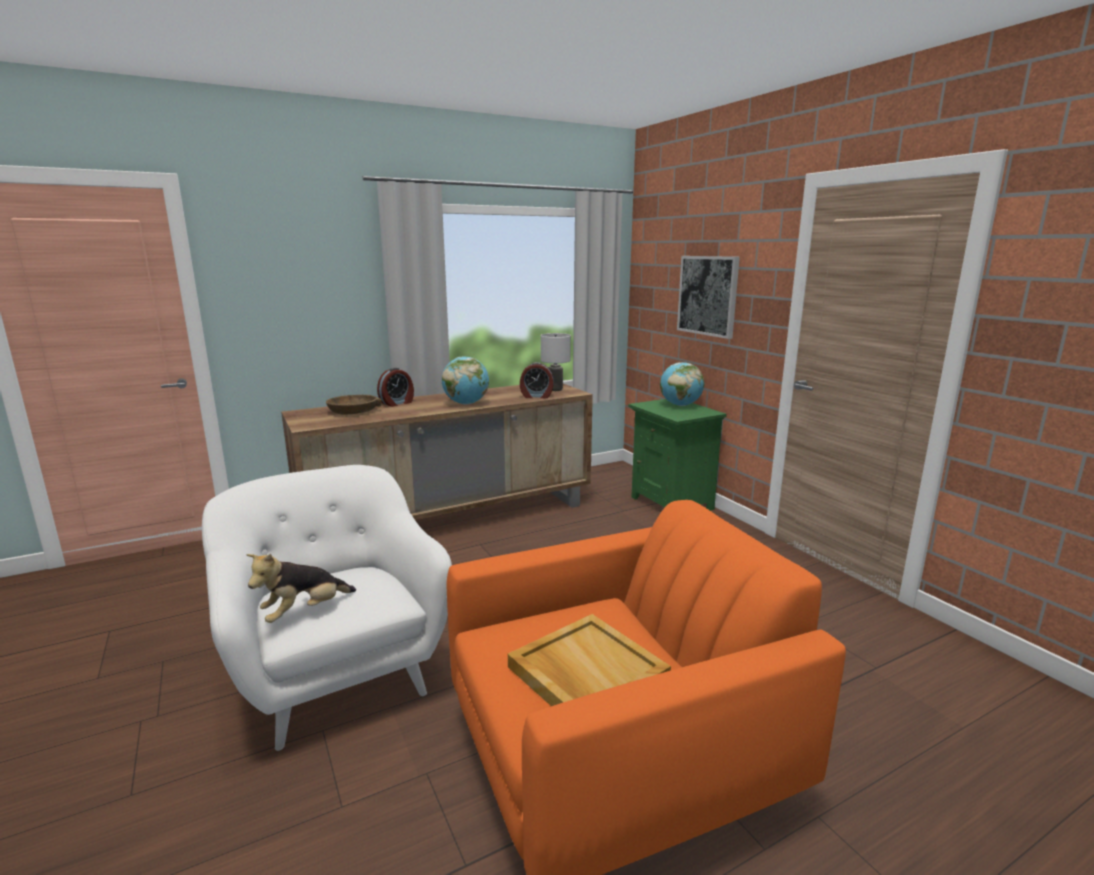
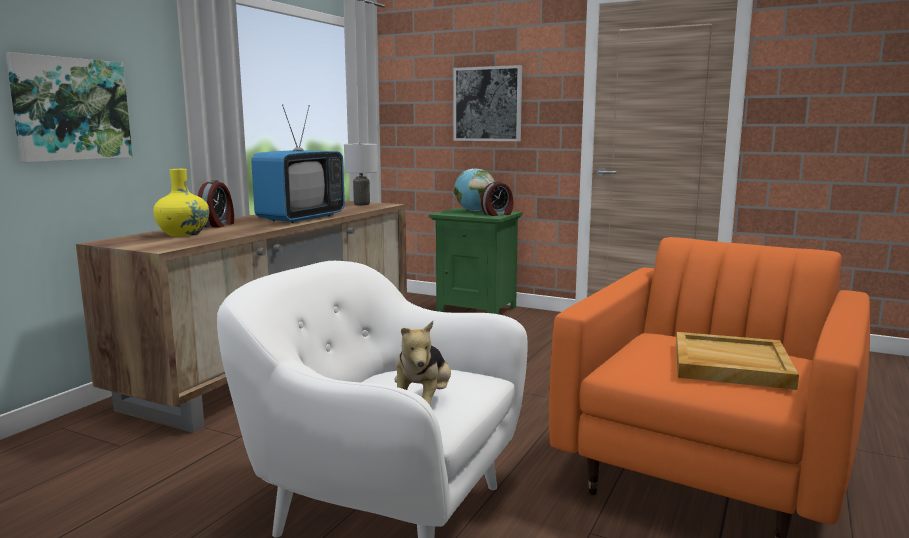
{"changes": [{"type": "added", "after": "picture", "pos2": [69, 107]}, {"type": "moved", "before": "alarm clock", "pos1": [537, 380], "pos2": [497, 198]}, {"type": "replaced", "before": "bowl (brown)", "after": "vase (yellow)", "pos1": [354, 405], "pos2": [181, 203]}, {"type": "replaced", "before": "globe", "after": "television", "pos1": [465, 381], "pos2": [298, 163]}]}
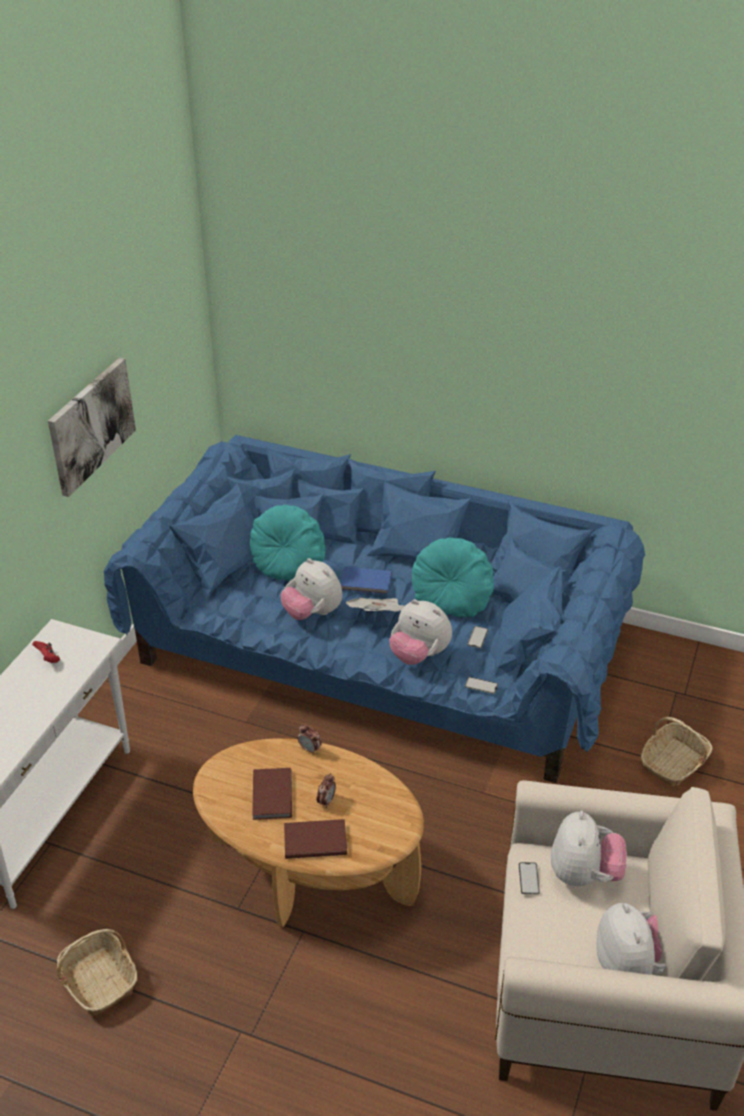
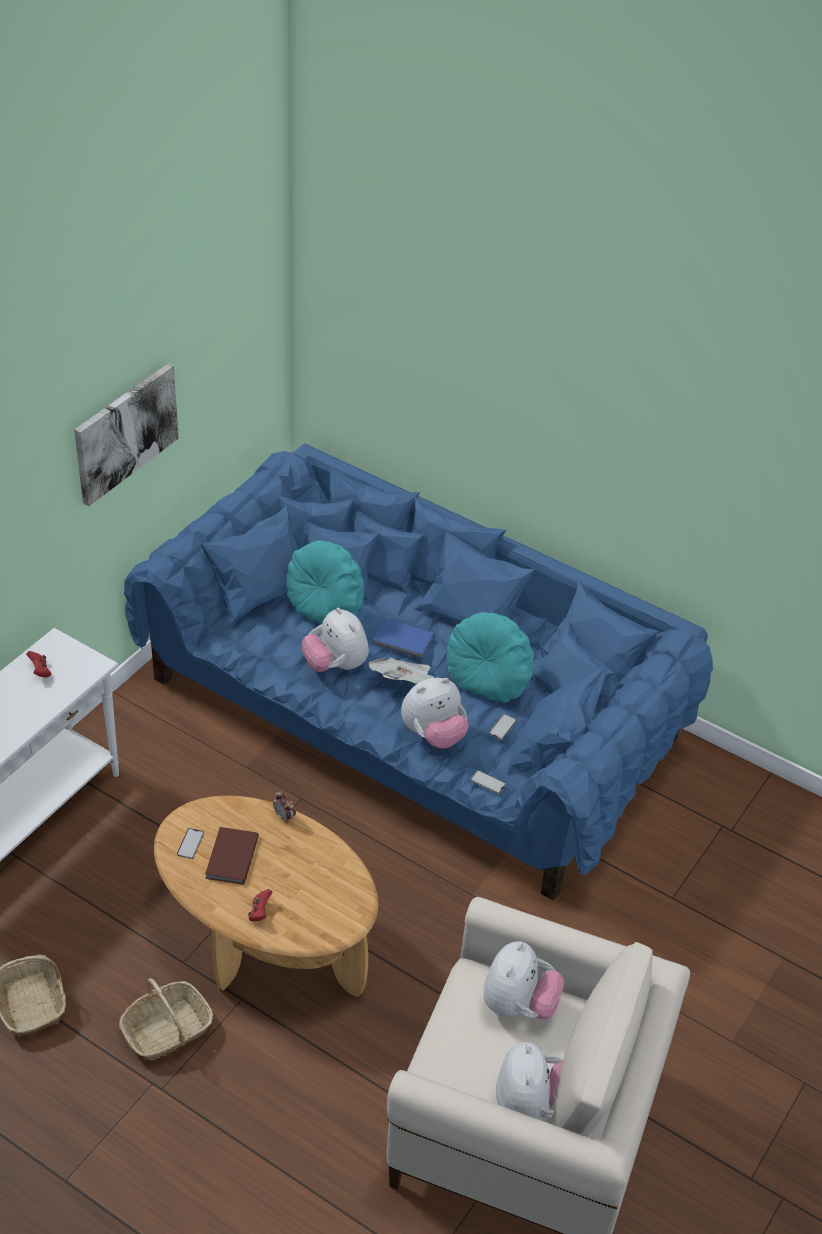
{"changes": [{"type": "removed", "before": "alarm clock", "pos1": [326, 790]}, {"type": "moved", "before": "phone", "pos1": [529, 878], "pos2": [190, 843]}, {"type": "moved", "before": "basket", "pos1": [677, 751], "pos2": [166, 1019]}, {"type": "replaced", "before": "book (brown)", "after": "game controller (red)", "pos1": [315, 839], "pos2": [260, 905]}, {"type": "turned", "before": "plush toy", "pos1": [420, 632], "pos2": [434, 713], "turn": -75}]}
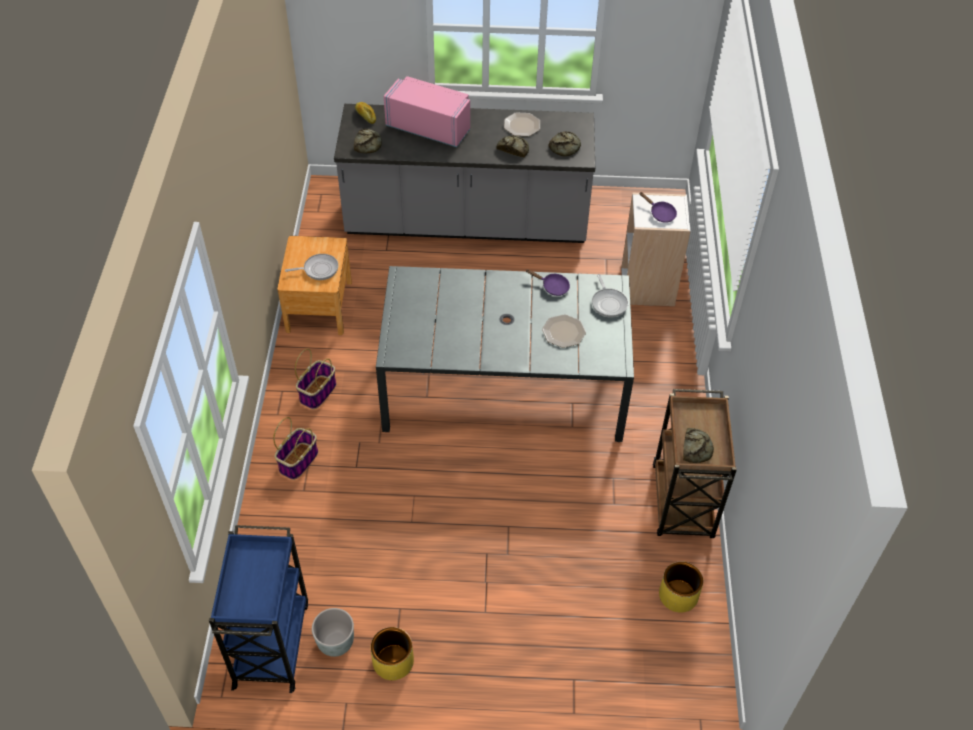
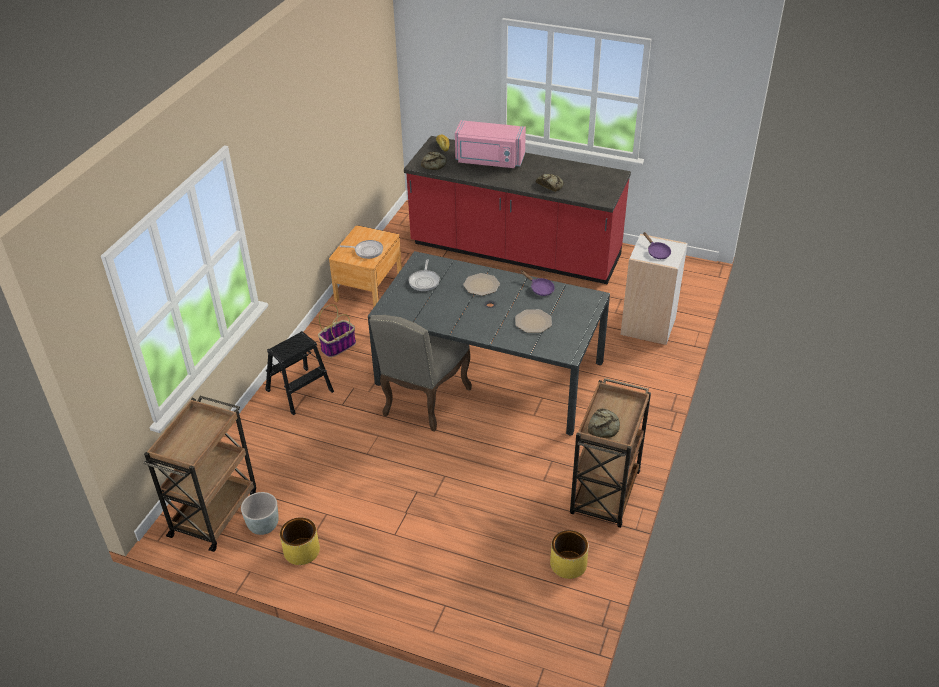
{"changes": [{"type": "removed", "before": "bread", "pos1": [564, 143]}, {"type": "added", "after": "chair (grey)", "pos2": [420, 373]}, {"type": "moved", "before": "plate", "pos1": [522, 124], "pos2": [481, 284]}, {"type": "moved", "before": "frying pan", "pos1": [610, 295], "pos2": [424, 275]}, {"type": "replaced", "before": "basket", "after": "step ladder (black)", "pos1": [295, 448], "pos2": [299, 373]}, {"type": "recoloured", "before": "cart (blue)", "after": "cart (brown)", "pos1": [258, 609], "pos2": [199, 474]}, {"type": "recoloured", "before": "counter (grey)", "after": "counter (red)", "pos1": [464, 173], "pos2": [517, 210]}, {"type": "turned", "before": "microwave (pink)", "pos1": [427, 111], "pos2": [490, 144], "turn": 150}]}
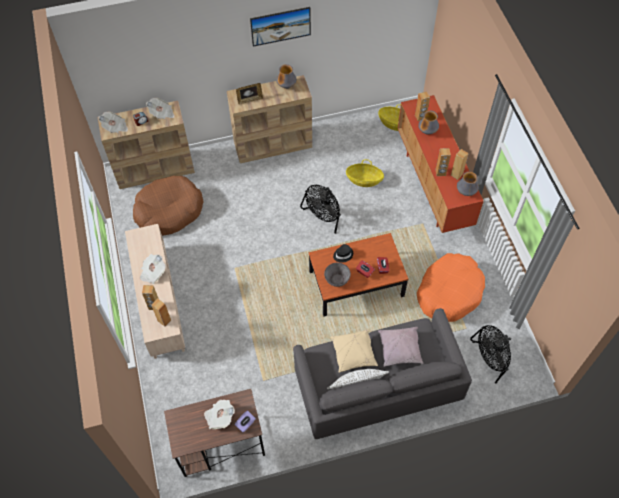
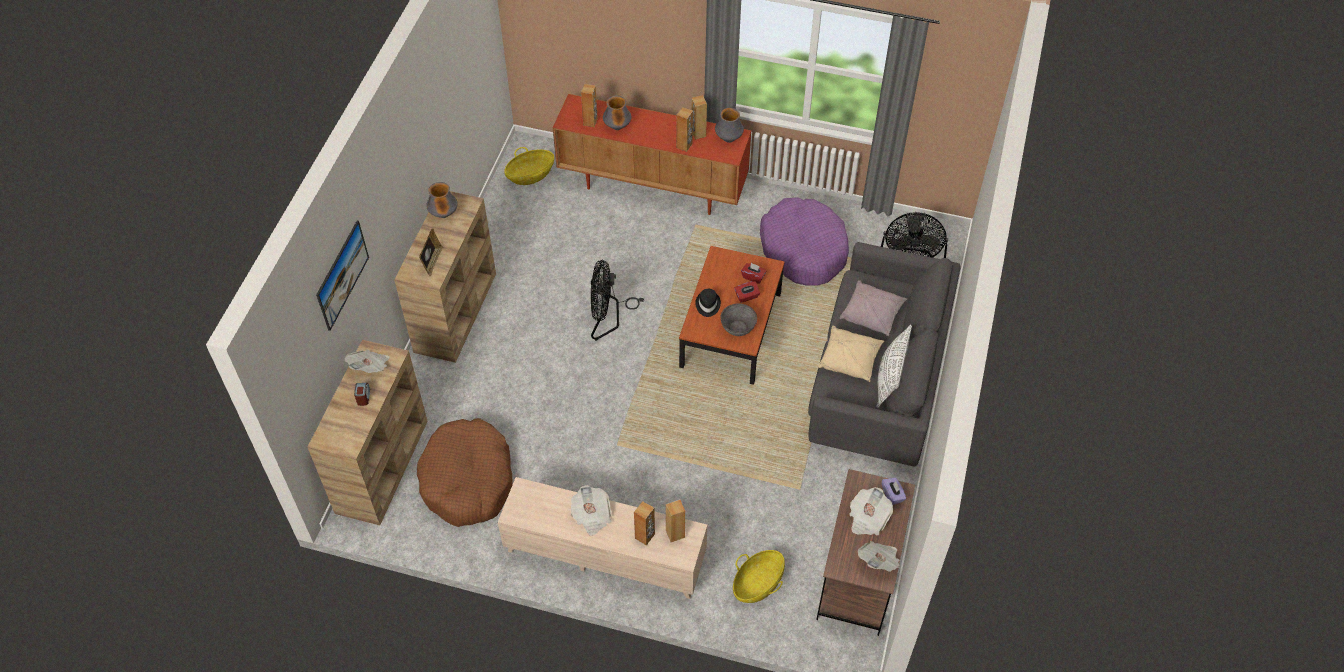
{"changes": [{"type": "moved", "before": "newspaper", "pos1": [113, 122], "pos2": [879, 556]}, {"type": "moved", "before": "picture", "pos1": [280, 27], "pos2": [342, 276]}, {"type": "moved", "before": "basket", "pos1": [365, 173], "pos2": [759, 576]}, {"type": "recoloured", "before": "dog bed (orange)", "after": "dog bed (purple)", "pos1": [451, 287], "pos2": [804, 241]}, {"type": "turned", "before": "fan (black)", "pos1": [320, 209], "pos2": [618, 300], "turn": 105}]}
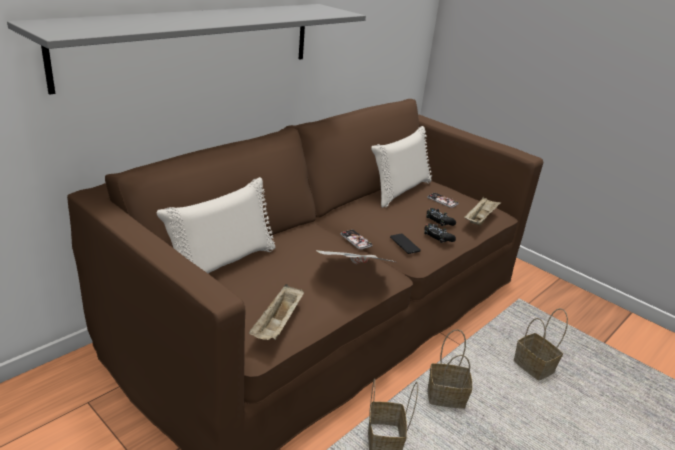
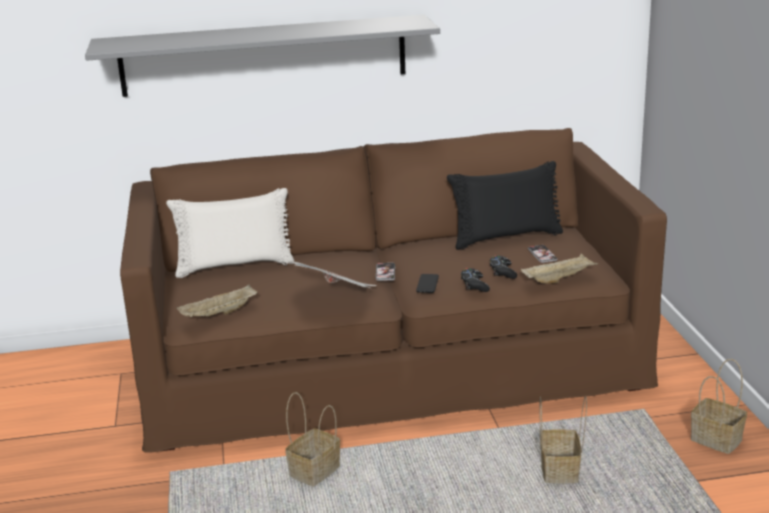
{"changes": [{"type": "moved", "before": "basket", "pos1": [450, 369], "pos2": [719, 406]}, {"type": "recoloured", "before": "pillow (white)", "after": "pillow (black)", "pos1": [401, 167], "pos2": [505, 205]}]}
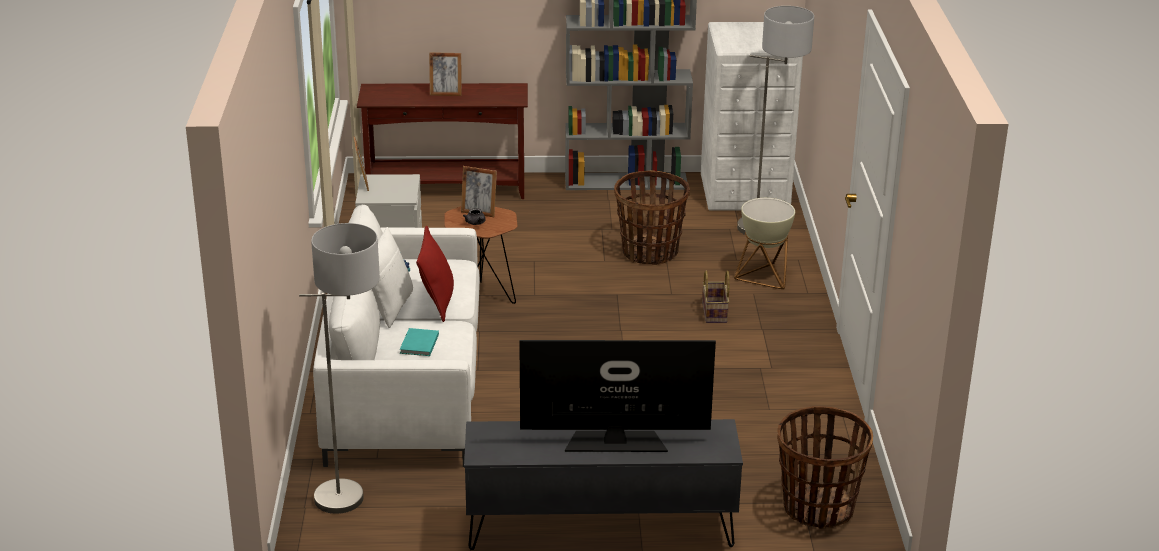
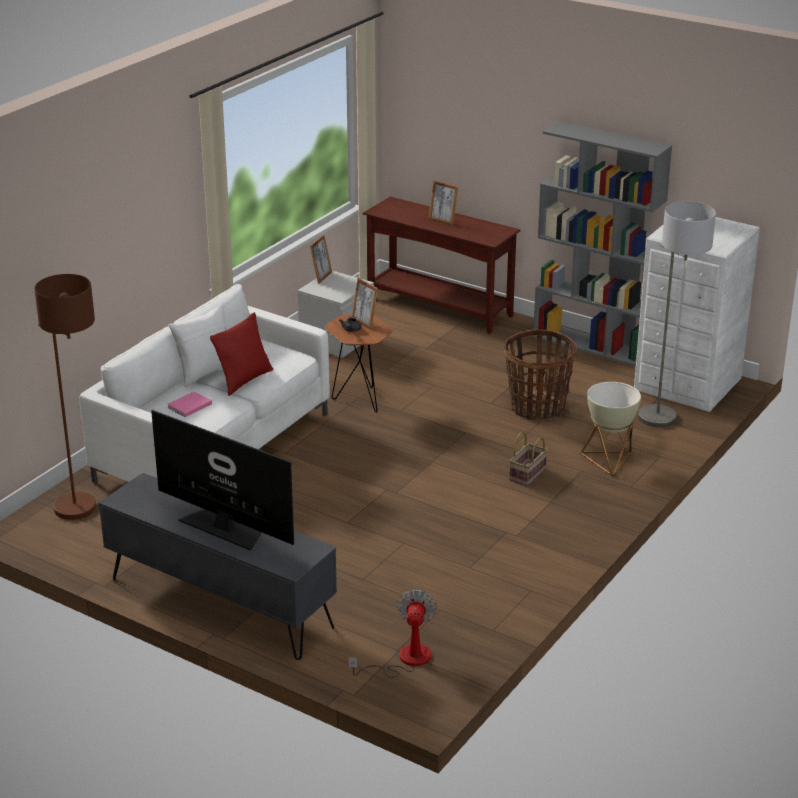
{"changes": [{"type": "replaced", "before": "basket", "after": "fan", "pos1": [825, 467], "pos2": [392, 633]}, {"type": "recoloured", "before": "floor lamp (grey)", "after": "floor lamp (brown)", "pos1": [339, 368], "pos2": [65, 397]}, {"type": "recoloured", "before": "book (turquoise)", "after": "book (pink)", "pos1": [419, 342], "pos2": [189, 404]}]}
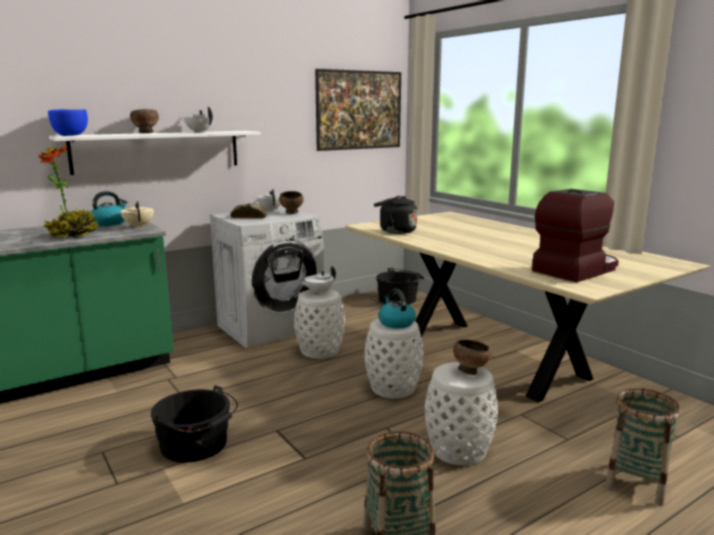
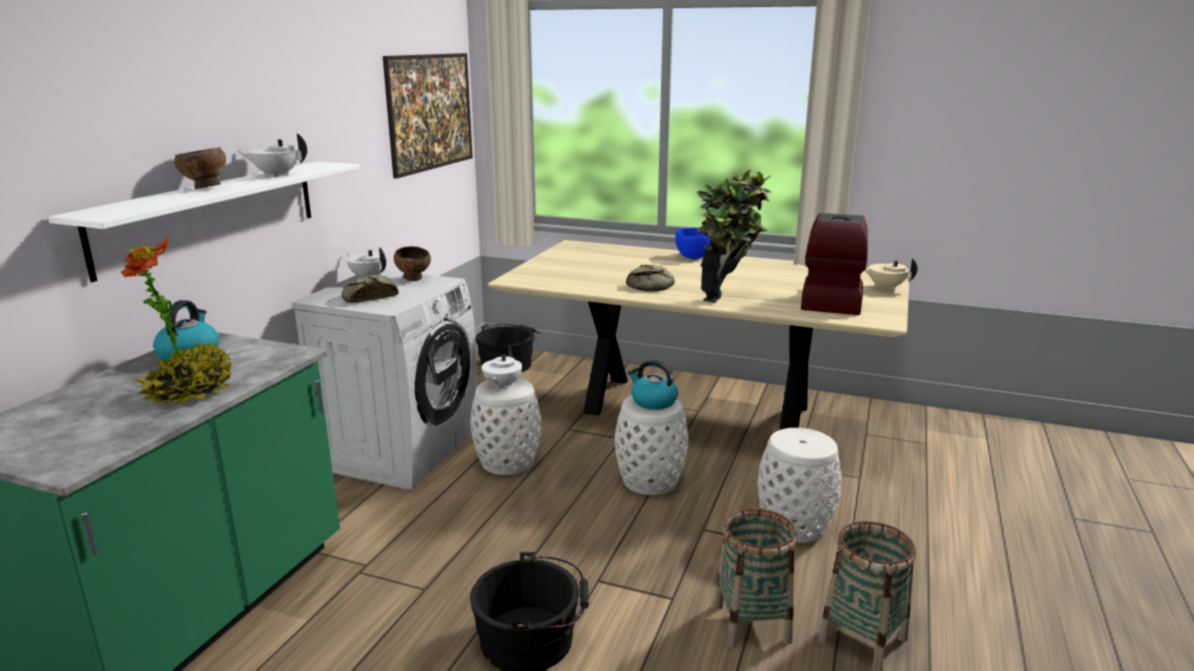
{"changes": [{"type": "removed", "before": "kettle (black)", "pos1": [395, 215]}, {"type": "removed", "before": "bowl (brown)", "pos1": [472, 357]}, {"type": "added", "after": "bread", "pos2": [650, 278]}, {"type": "added", "after": "potted plant", "pos2": [734, 236]}, {"type": "moved", "before": "bowl (blue)", "pos1": [68, 122], "pos2": [692, 243]}, {"type": "moved", "before": "teapot (beige)", "pos1": [137, 214], "pos2": [891, 274]}, {"type": "moved", "before": "basket", "pos1": [643, 447], "pos2": [755, 578]}]}
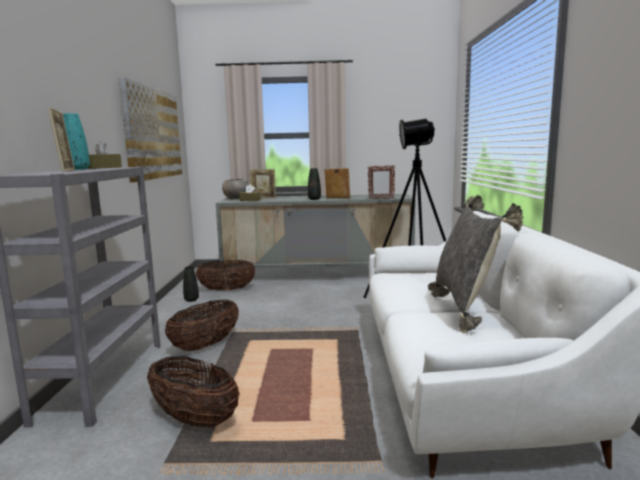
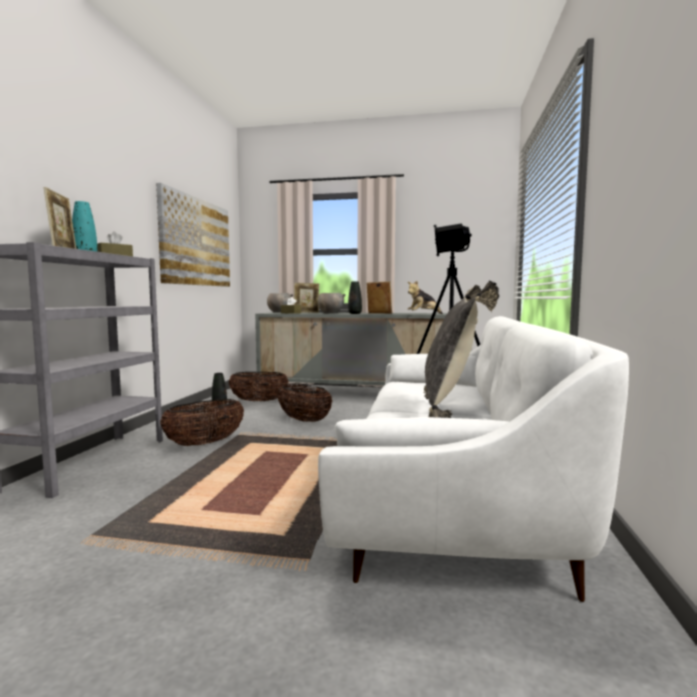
{"changes": [{"type": "added", "after": "bowl (grey)", "pos2": [331, 303]}, {"type": "moved", "before": "basket", "pos1": [193, 392], "pos2": [304, 402]}, {"type": "replaced", "before": "picture frame", "after": "plush toy", "pos1": [381, 182], "pos2": [425, 297]}]}
